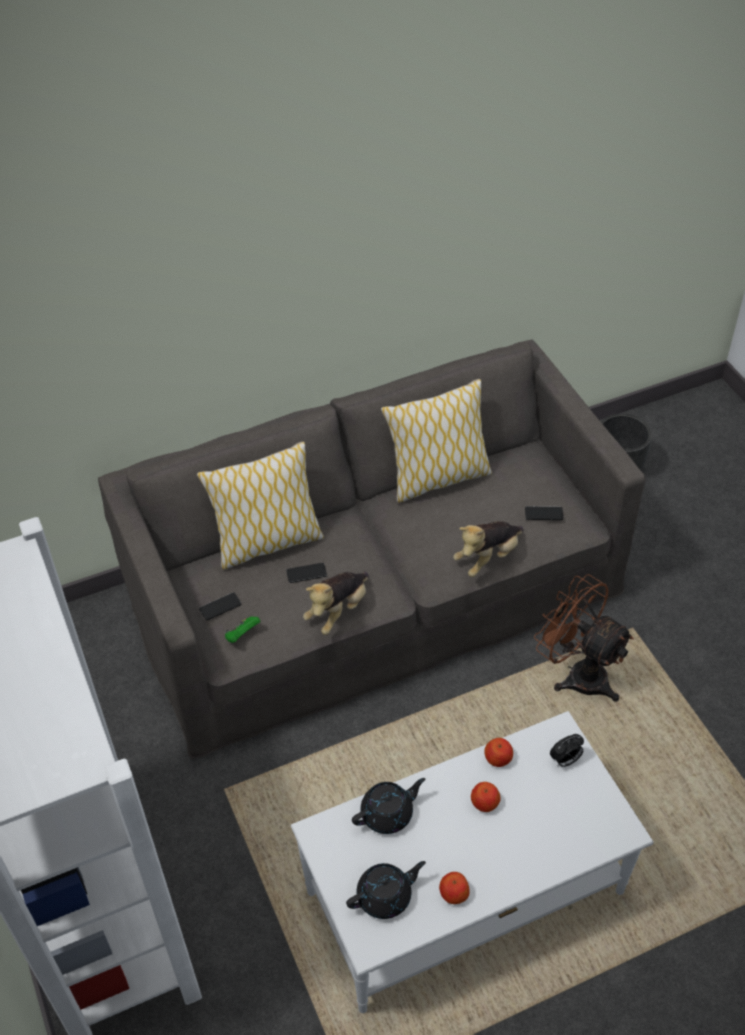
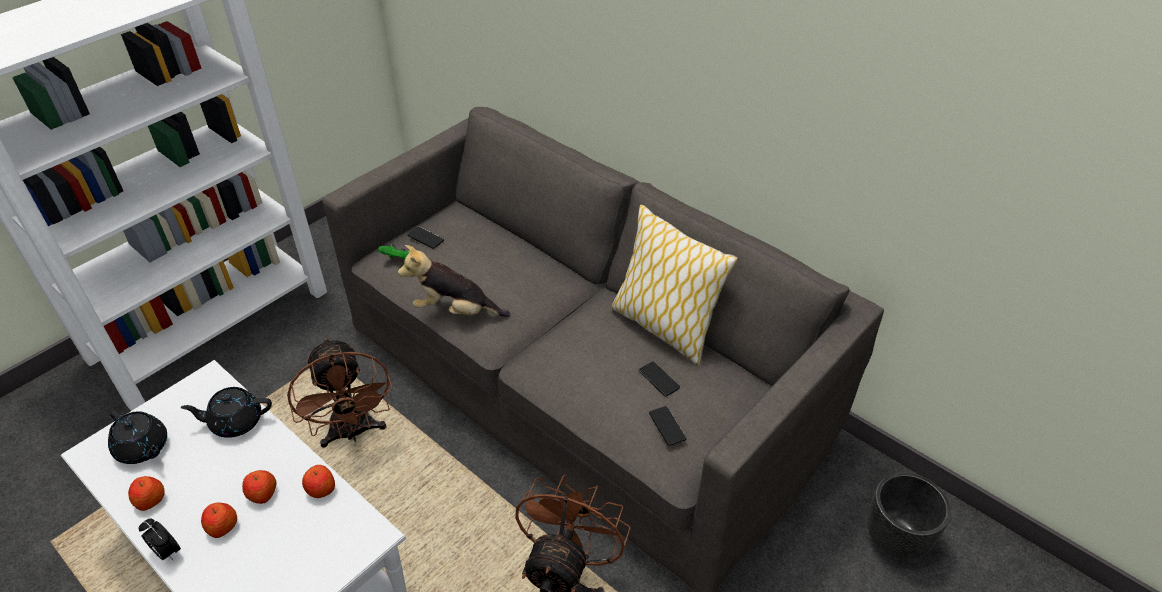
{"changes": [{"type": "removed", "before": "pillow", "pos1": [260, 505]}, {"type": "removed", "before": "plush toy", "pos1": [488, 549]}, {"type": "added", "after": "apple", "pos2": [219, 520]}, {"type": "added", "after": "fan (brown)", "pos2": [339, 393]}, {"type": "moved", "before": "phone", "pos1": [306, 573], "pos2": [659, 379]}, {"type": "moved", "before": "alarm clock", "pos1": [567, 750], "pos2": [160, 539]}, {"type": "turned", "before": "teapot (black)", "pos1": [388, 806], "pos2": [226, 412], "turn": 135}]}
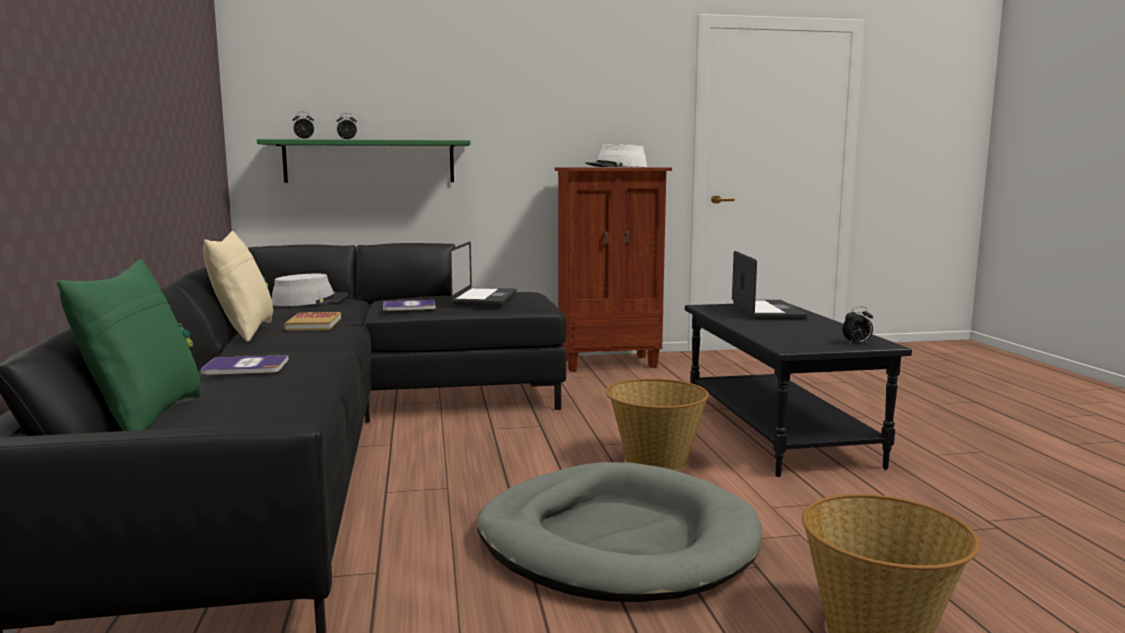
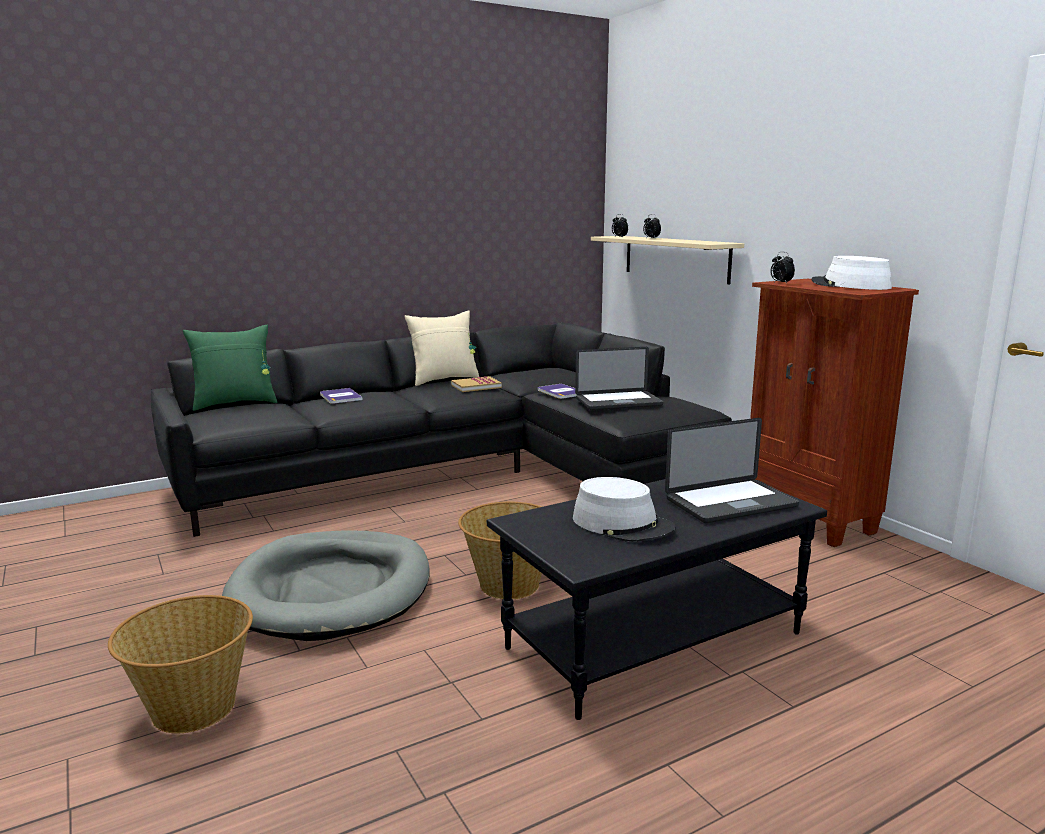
{"changes": [{"type": "moved", "before": "hat (grey)", "pos1": [310, 289], "pos2": [624, 509]}, {"type": "moved", "before": "alarm clock", "pos1": [857, 325], "pos2": [783, 268]}, {"type": "recoloured", "before": "shelf (green)", "after": "shelf (beige)", "pos1": [364, 161], "pos2": [667, 260]}]}
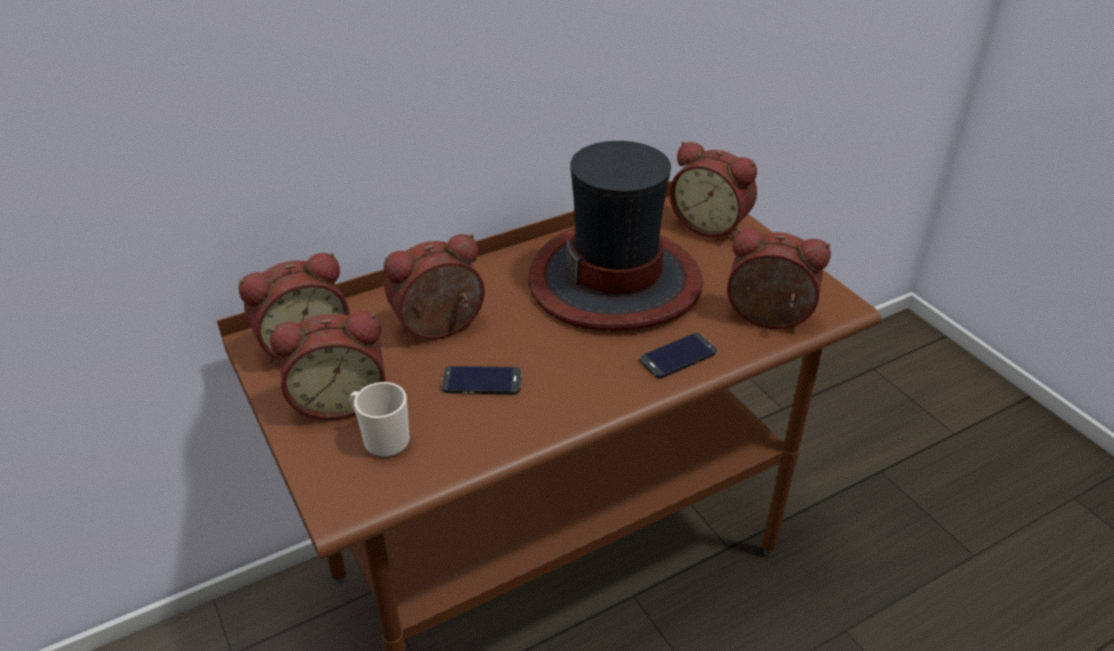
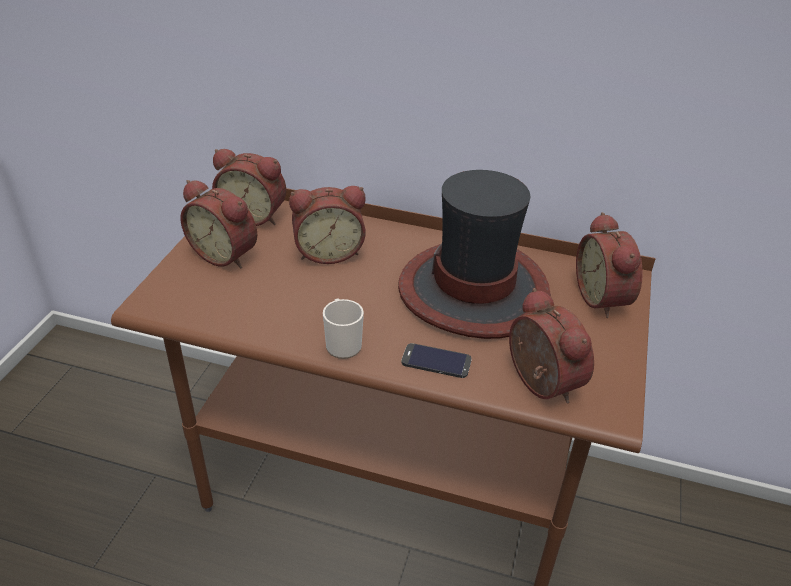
{"changes": [{"type": "removed", "before": "phone", "pos1": [481, 380]}, {"type": "moved", "before": "mug", "pos1": [380, 420], "pos2": [343, 329]}, {"type": "turned", "before": "alarm clock", "pos1": [434, 287], "pos2": [327, 225], "turn": 150}]}
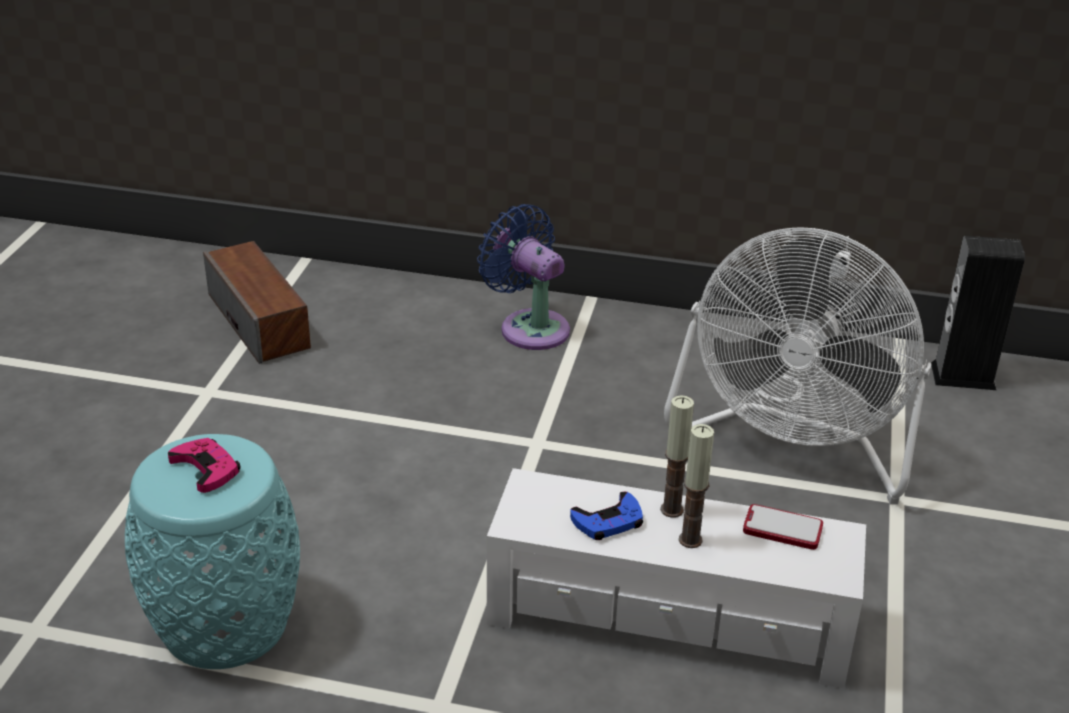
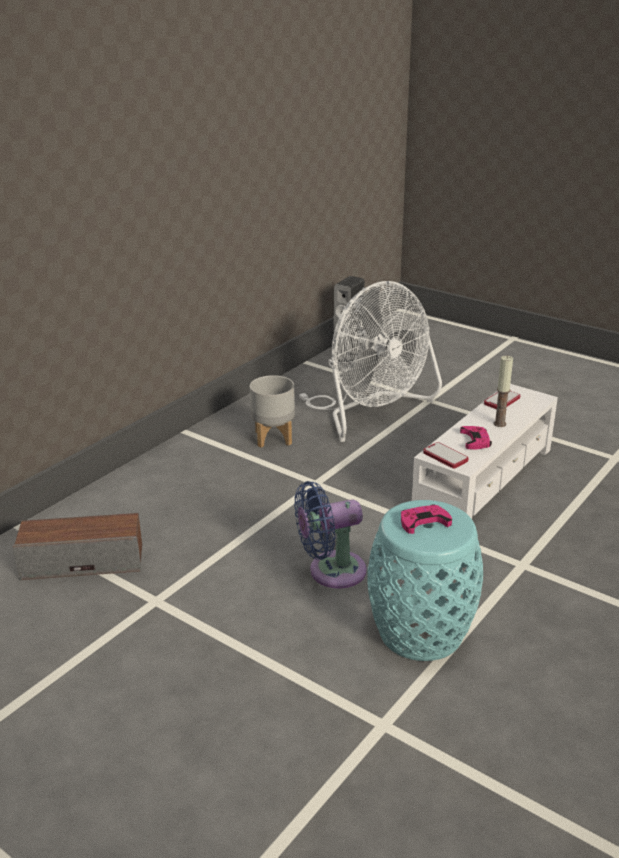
{"changes": [{"type": "removed", "before": "candle", "pos1": [677, 456]}, {"type": "added", "after": "planter (grey)", "pos2": [272, 411]}, {"type": "added", "after": "phone", "pos2": [446, 455]}, {"type": "moved", "before": "fan (blue)", "pos1": [523, 277], "pos2": [330, 534]}, {"type": "recoloured", "before": "game controller (blue)", "after": "game controller (pink)", "pos1": [606, 516], "pos2": [476, 438]}]}
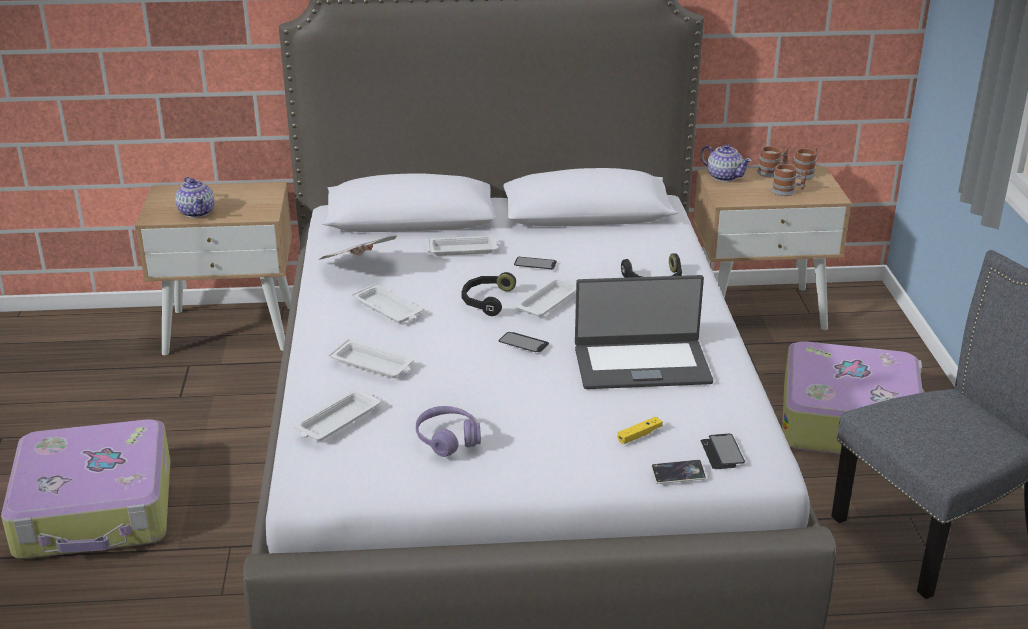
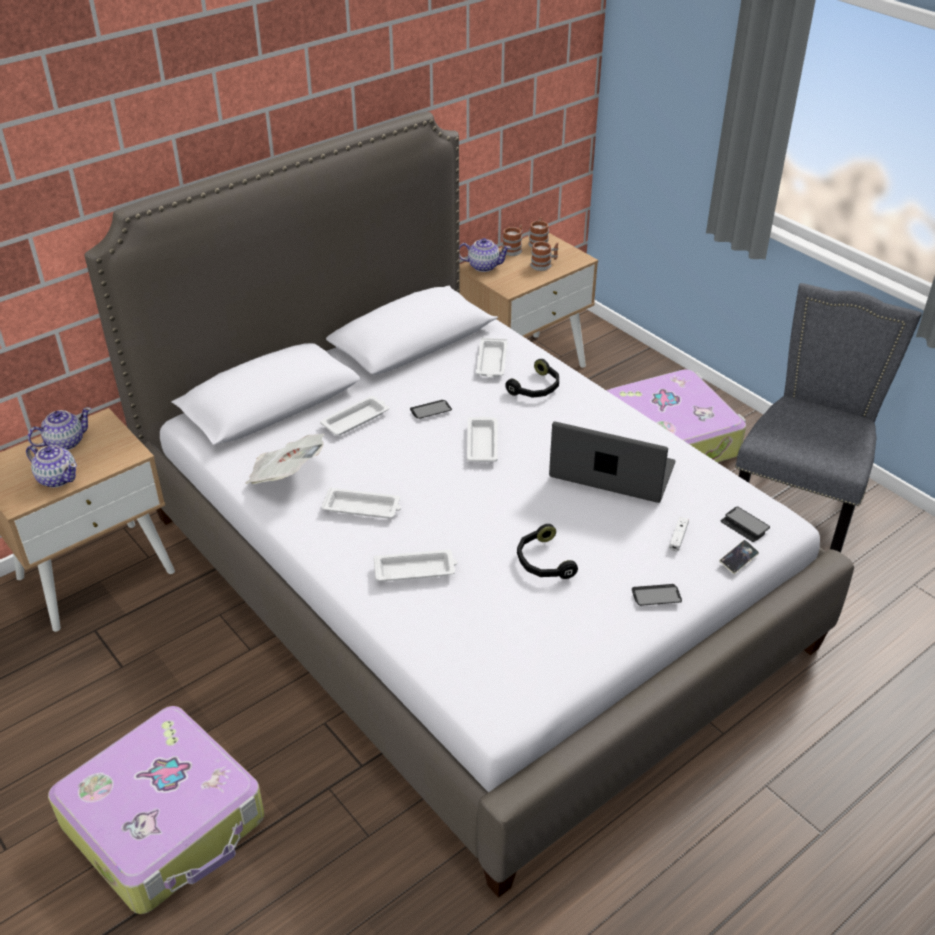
{"changes": [{"type": "removed", "before": "headphones (purple)", "pos1": [448, 431]}, {"type": "added", "after": "teapot", "pos2": [59, 428]}, {"type": "moved", "before": "tray (white)", "pos1": [337, 414], "pos2": [491, 358]}, {"type": "moved", "before": "headphones (black)", "pos1": [488, 294], "pos2": [547, 551]}, {"type": "moved", "before": "phone", "pos1": [524, 342], "pos2": [657, 595]}, {"type": "recoloured", "before": "game controller (yellow)", "after": "game controller (white)", "pos1": [640, 430], "pos2": [679, 534]}, {"type": "turned", "before": "laptop", "pos1": [644, 332], "pos2": [612, 462], "turn": -120}]}
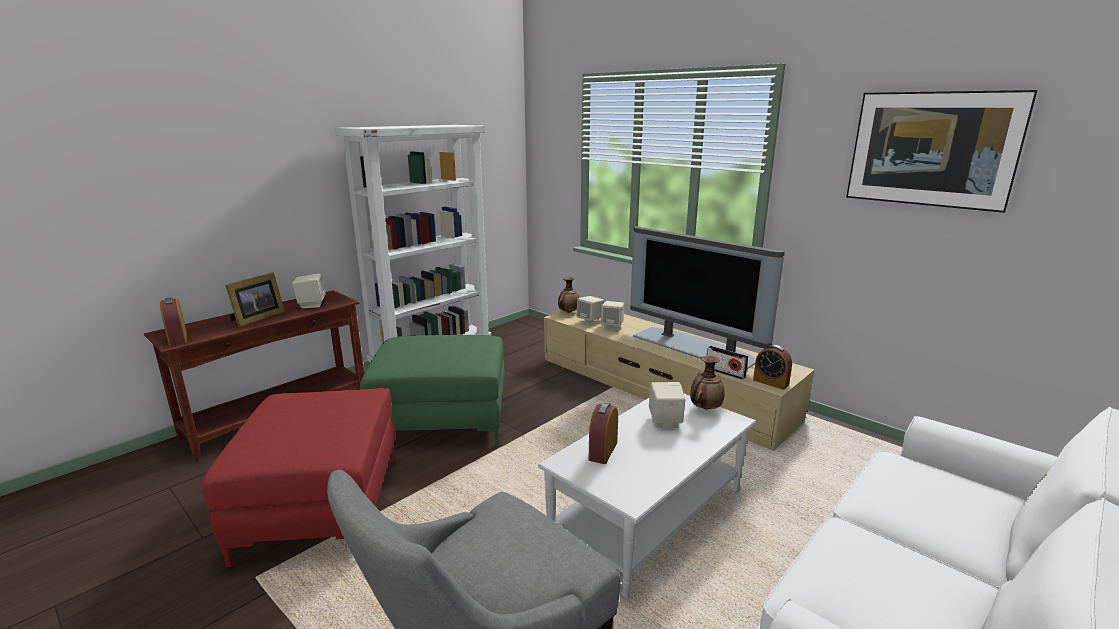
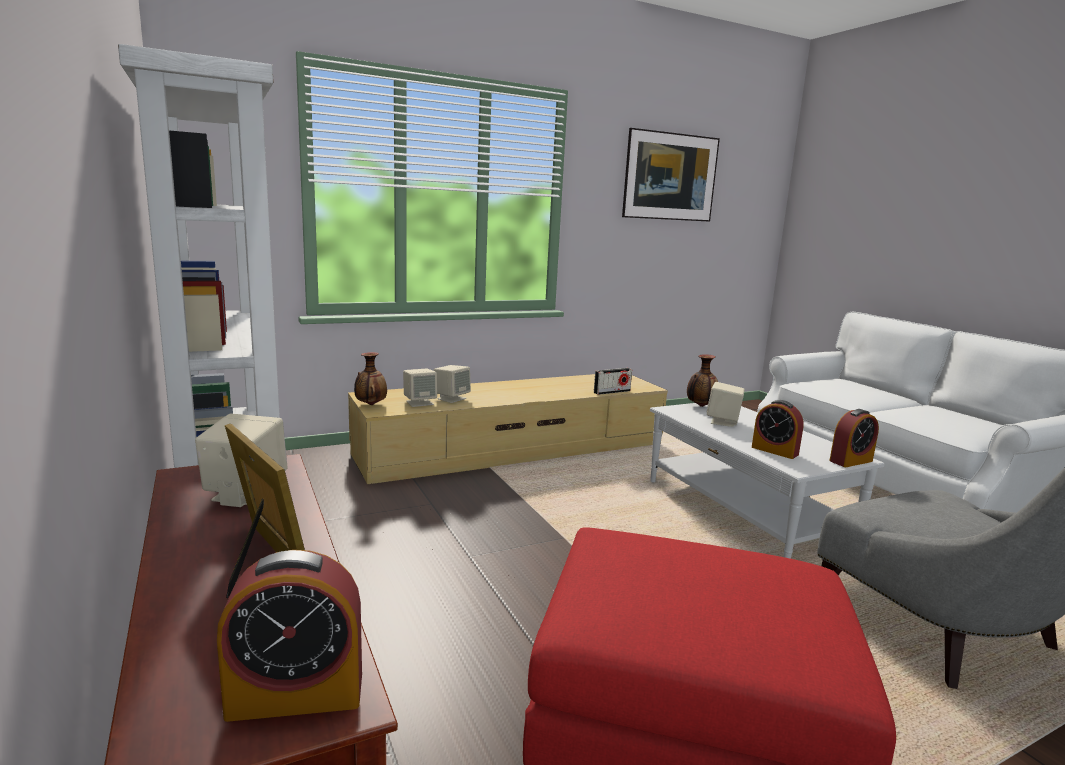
{"changes": [{"type": "removed", "before": "ottoman (green)", "pos1": [432, 390]}, {"type": "removed", "before": "television", "pos1": [707, 297]}, {"type": "moved", "before": "alarm clock", "pos1": [772, 367], "pos2": [854, 438]}]}
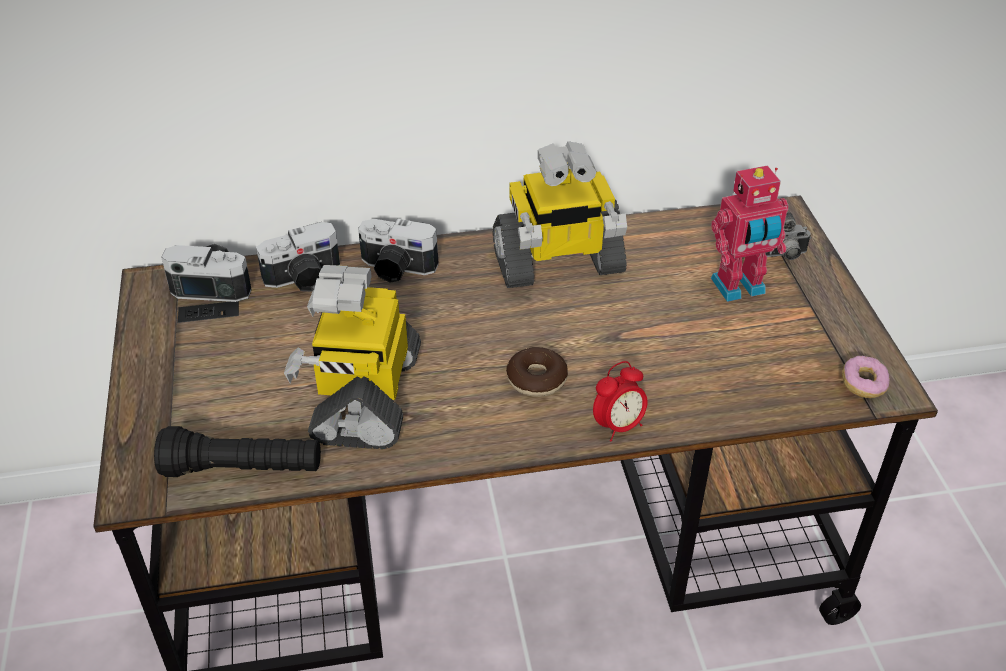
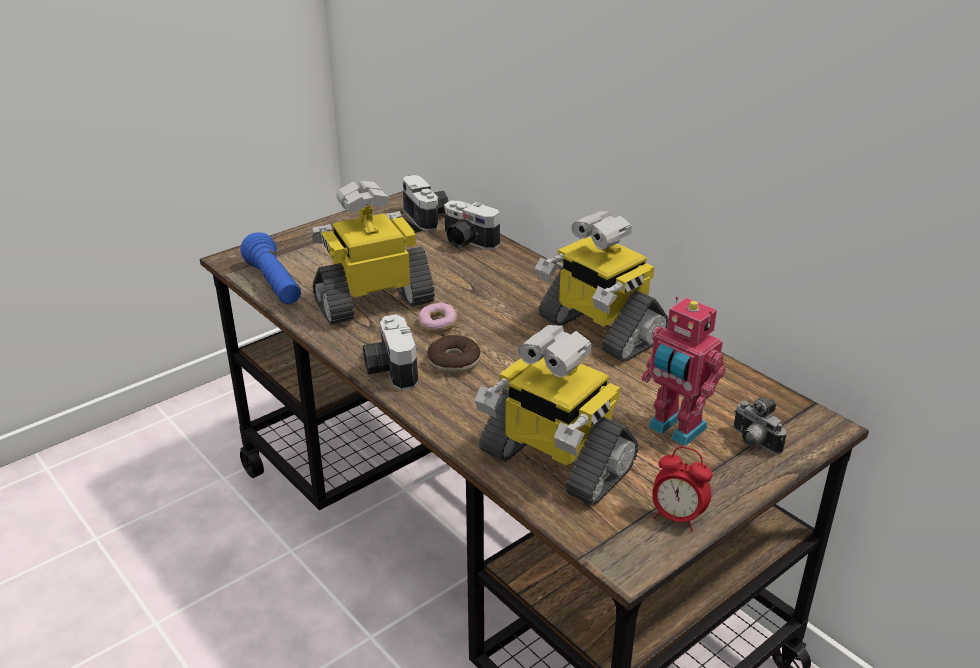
{"changes": [{"type": "added", "after": "toy robot", "pos2": [556, 415]}, {"type": "moved", "before": "photo camera", "pos1": [398, 251], "pos2": [390, 352]}, {"type": "moved", "before": "alarm clock", "pos1": [620, 401], "pos2": [682, 489]}, {"type": "moved", "before": "donut", "pos1": [866, 377], "pos2": [437, 318]}, {"type": "recoloured", "before": "flashlight (black)", "after": "flashlight (blue)", "pos1": [237, 451], "pos2": [271, 268]}]}
